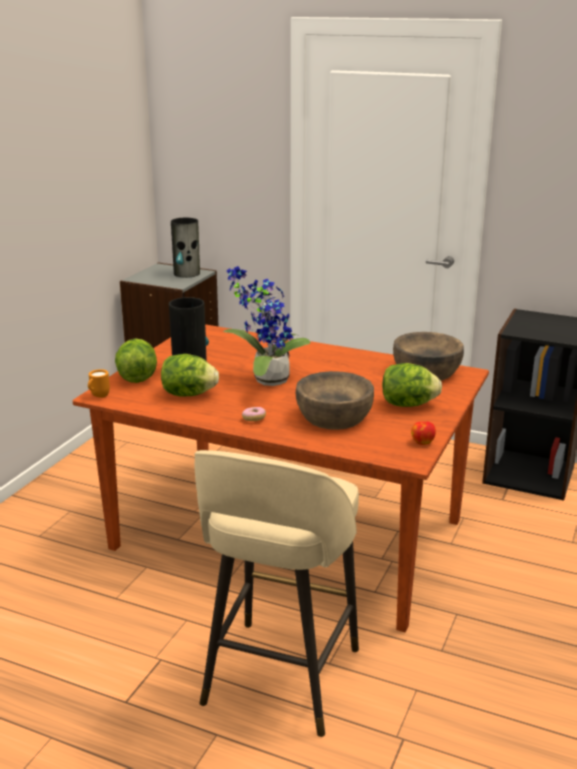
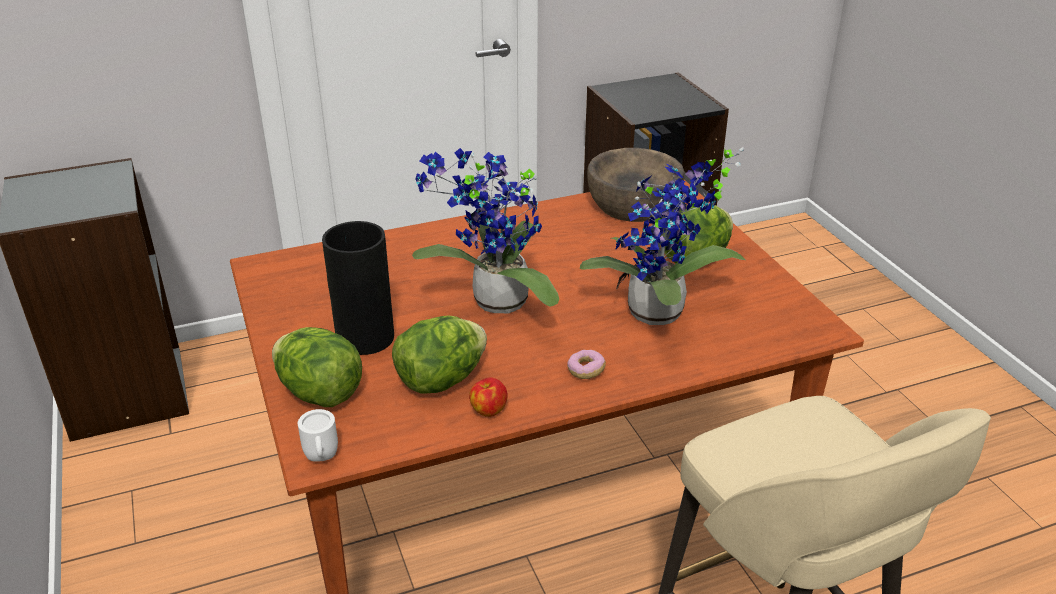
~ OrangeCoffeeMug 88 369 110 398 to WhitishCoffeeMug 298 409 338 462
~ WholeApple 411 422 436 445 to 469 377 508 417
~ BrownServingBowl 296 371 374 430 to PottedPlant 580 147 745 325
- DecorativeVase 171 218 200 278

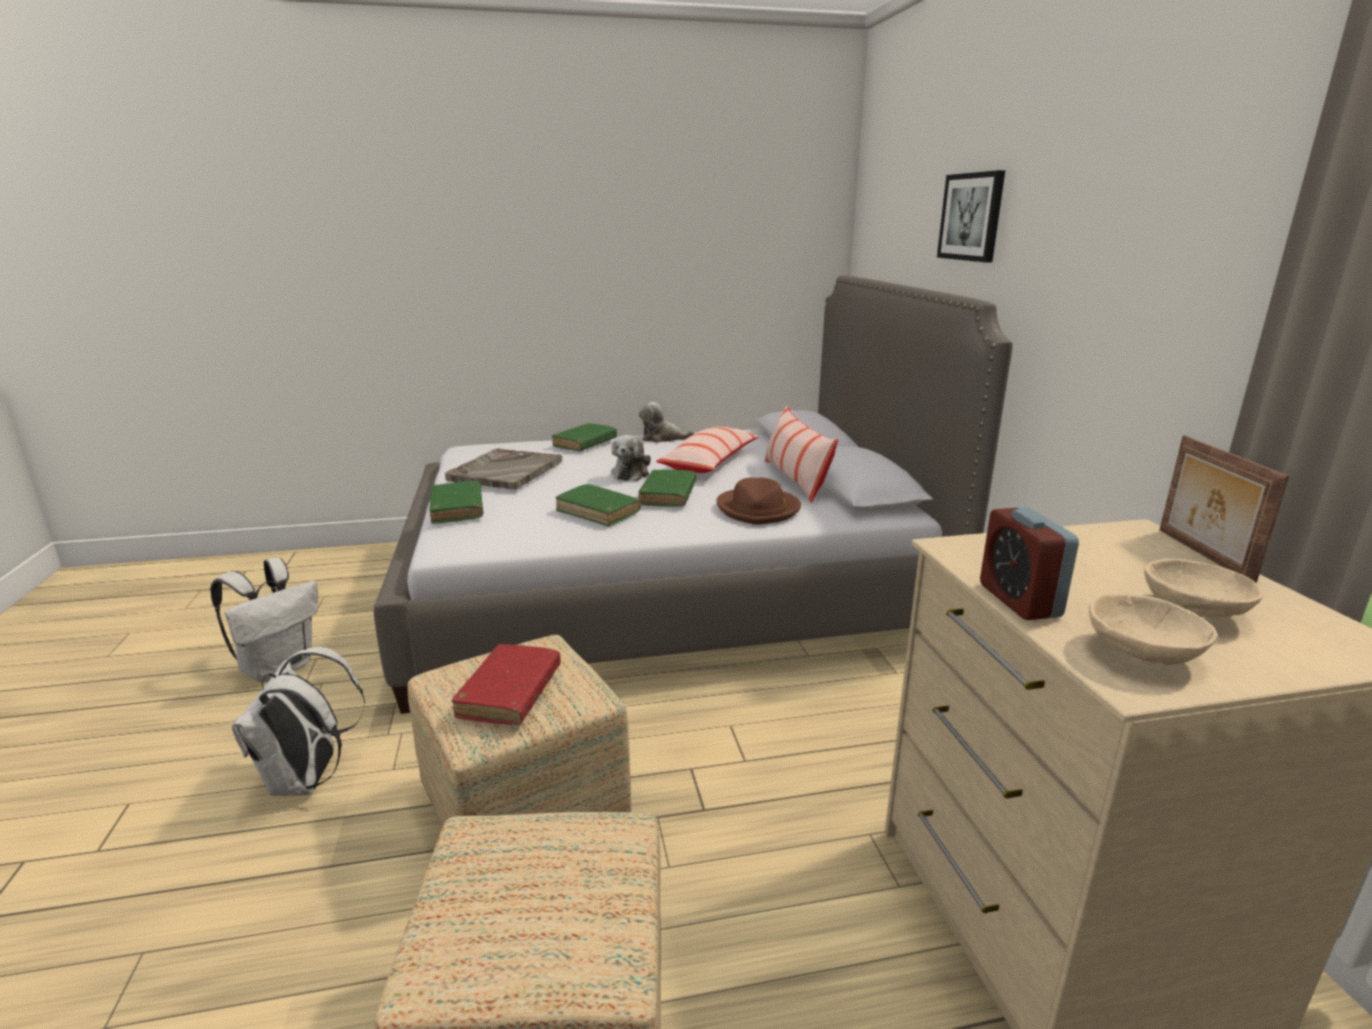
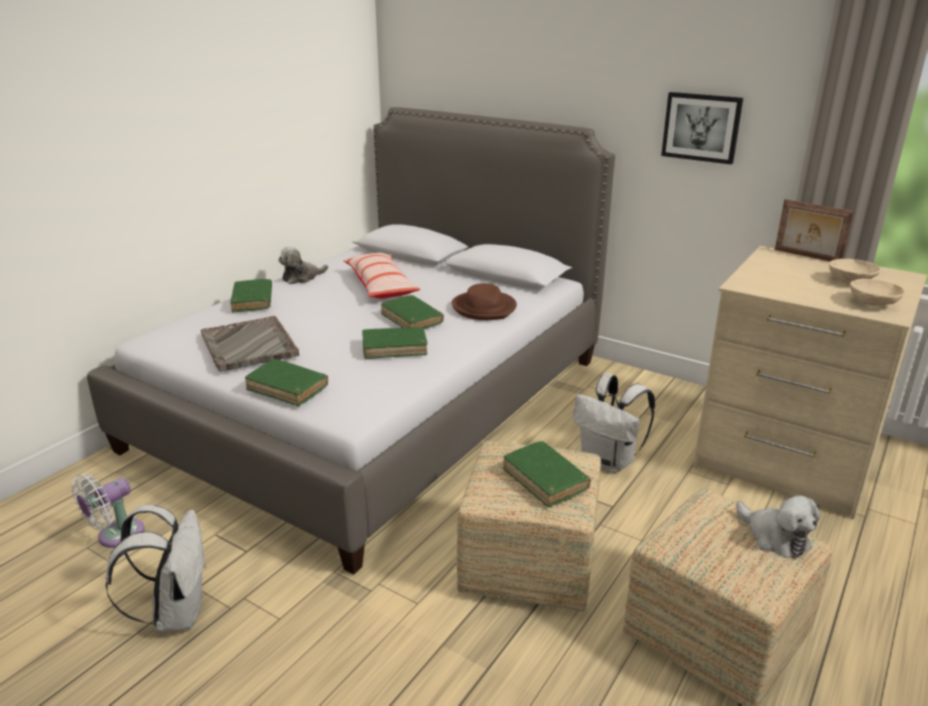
+ WhitishFan 71 474 145 548
~ RedVolume 451 644 561 725 to GreenishVolume 503 441 591 507
~ WhitishBackpack 232 647 365 796 to 573 373 655 473
~ WallPicture 937 170 1005 262 to 661 92 743 165
~ PlushToy 611 435 651 481 to 736 496 820 559
- Pillow 764 406 838 503
- TableClock 980 507 1079 620

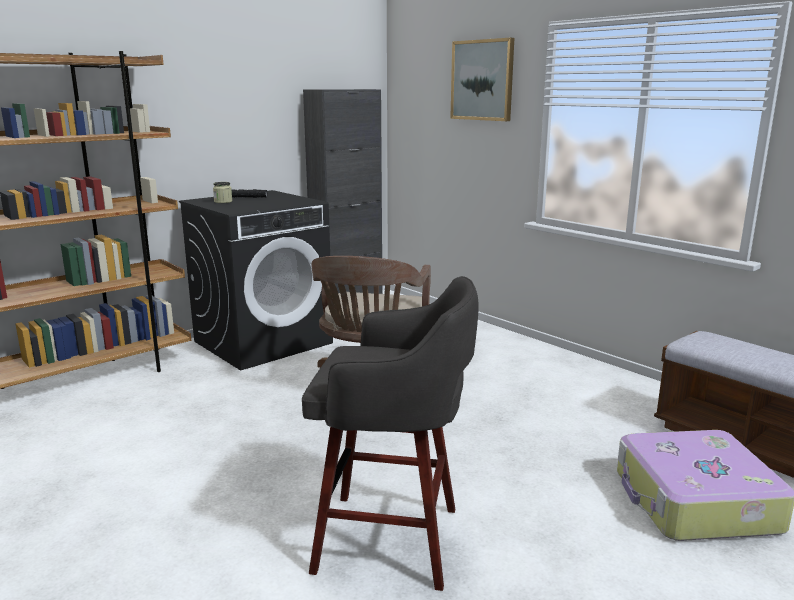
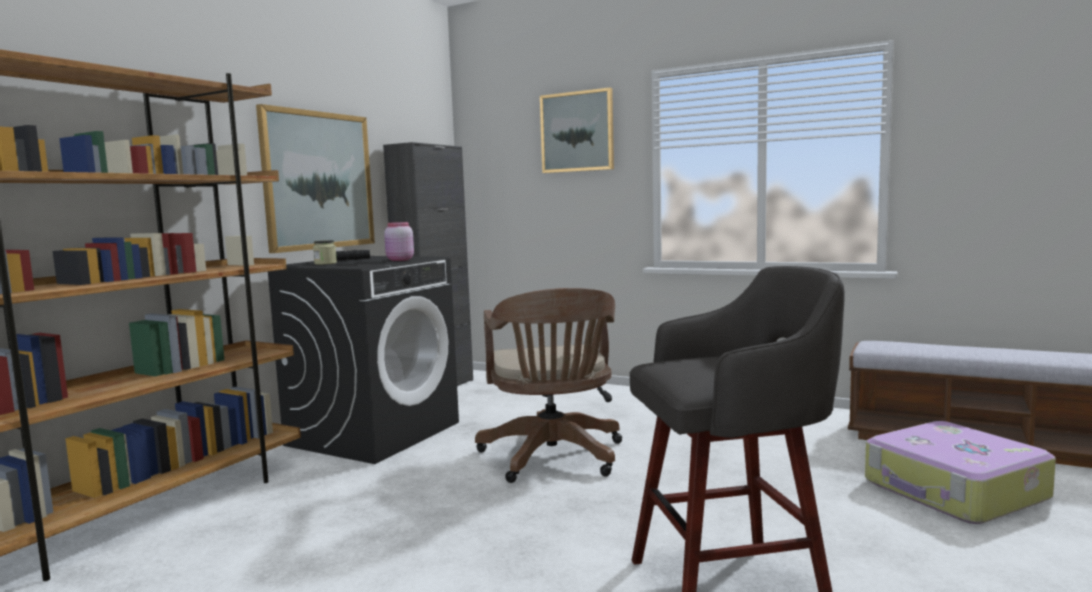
+ WallPicture 256 104 375 253
+ PinkishStorageJar 384 222 414 261

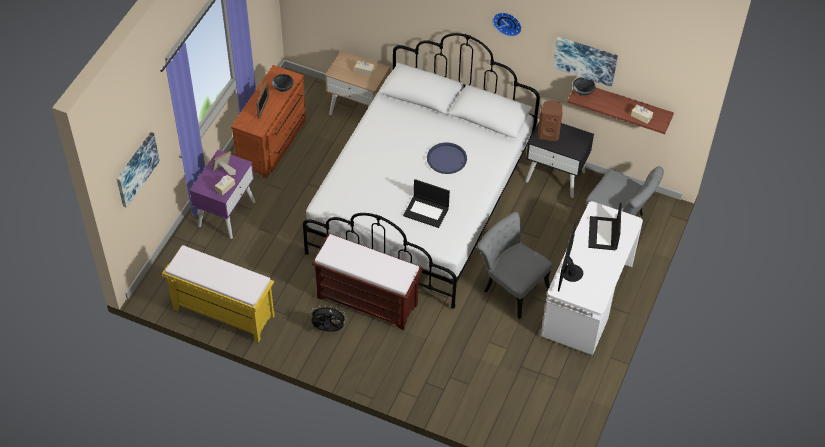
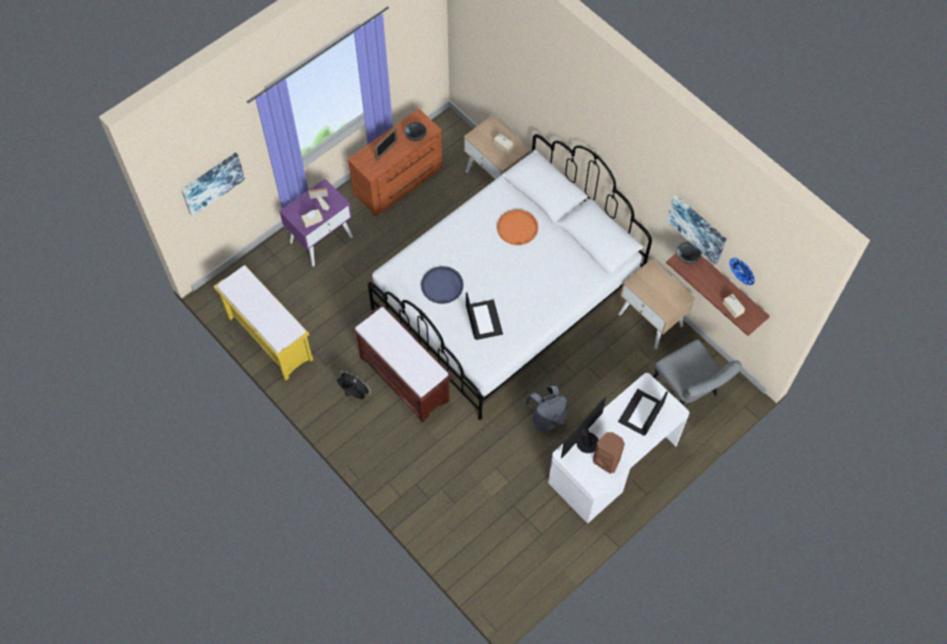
~ BlueColouredTray 427 142 467 174 to 421 266 464 304
~ NotebookComputer 403 179 450 228 = 466 292 503 340 150 degrees counterclockwise
+ OrangeTray 497 209 538 245
~ GreyUprightChair 477 212 553 319 to GreyBackpack 525 386 567 433
~ BrownSpeaker 537 101 562 142 to 593 432 625 474
~ BlackNightstand 526 122 594 198 to SandColouredNightstand 618 259 695 349
~ WallClock 493 12 522 36 to 729 258 755 286

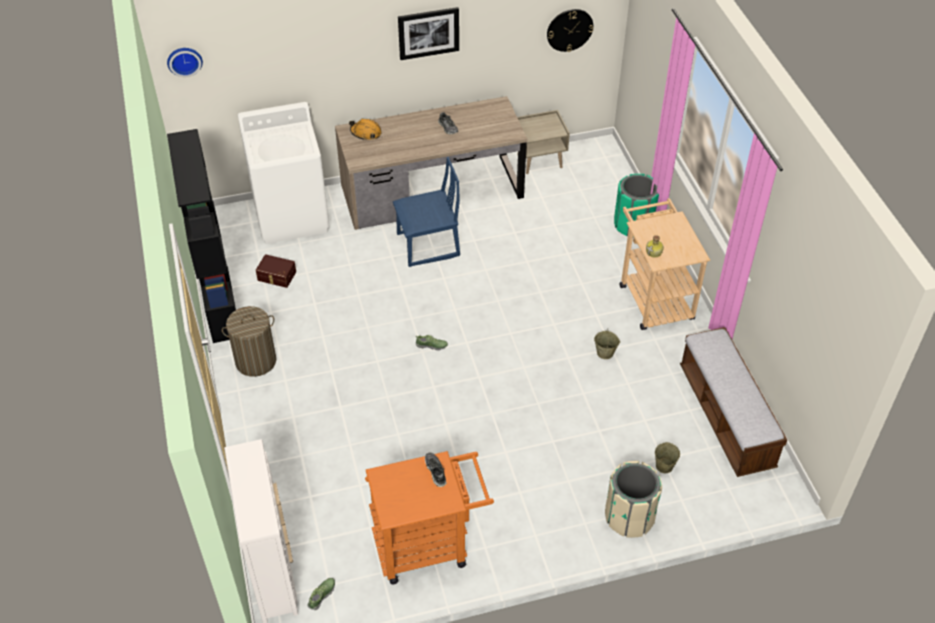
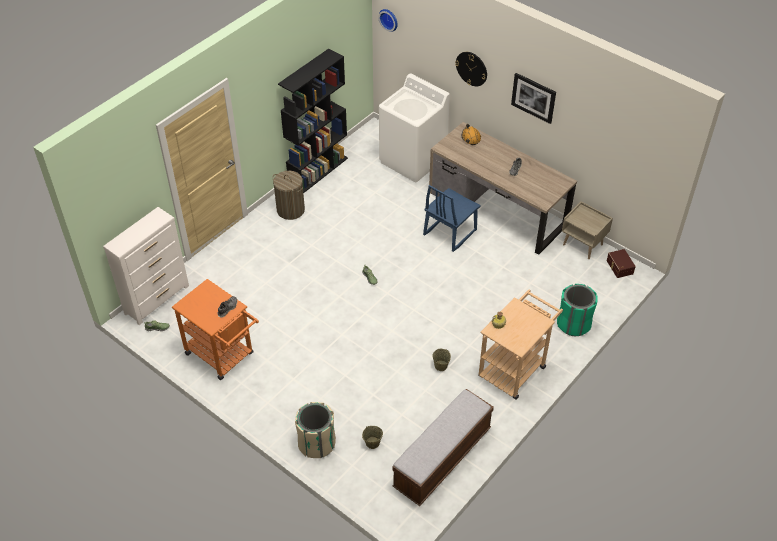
~ BlueColouredUprightChair 393 157 460 267 = 423 185 481 252 90 degrees clockwise
~ WallClock 547 9 593 52 to 455 52 487 86
~ BrownStorageContainer 256 254 296 288 to 607 249 636 278

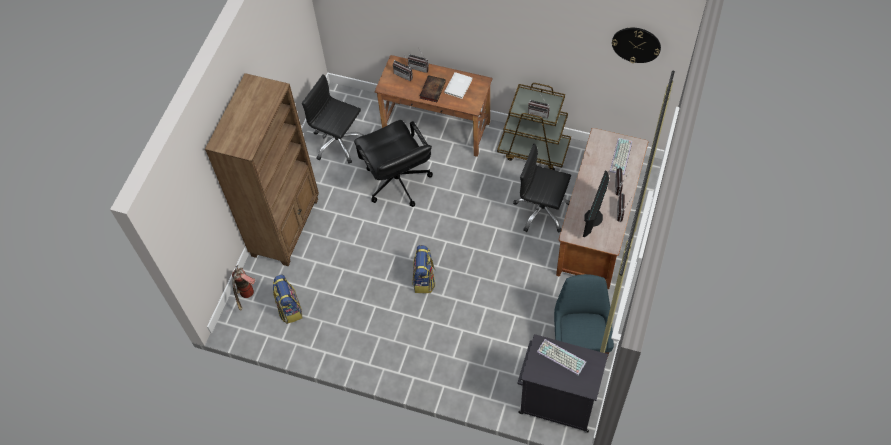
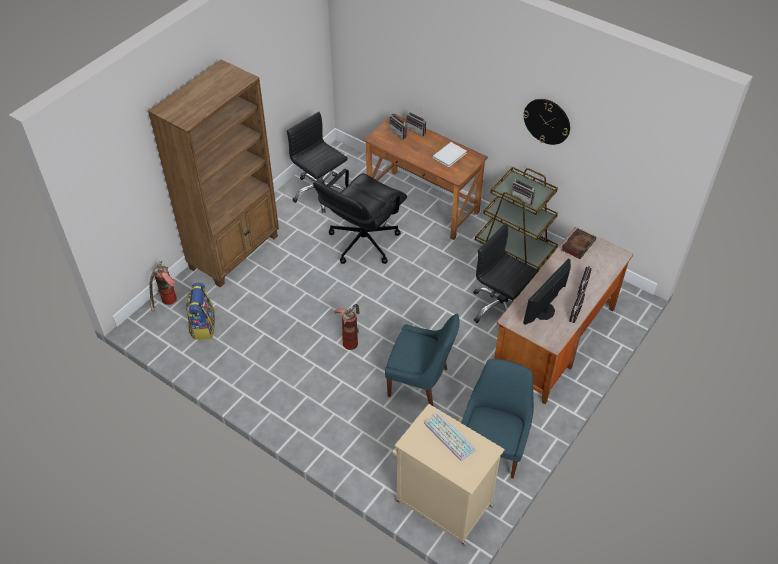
~ BlackComputerChair 354 120 433 207 = 313 169 407 264 45 degrees clockwise
~ Backpack 412 245 436 293 to FireFightingCylinder 333 304 360 350
+ BlueColouredUprightChair 385 313 460 406
~ BlackStorageCabinet 517 334 608 433 to SandColouredStorageCabinet 392 404 505 546
~ WallClock 612 28 661 63 to 523 99 570 145
~ Volume 420 75 446 102 to 561 228 596 259
- PcKeyboard 610 138 632 175

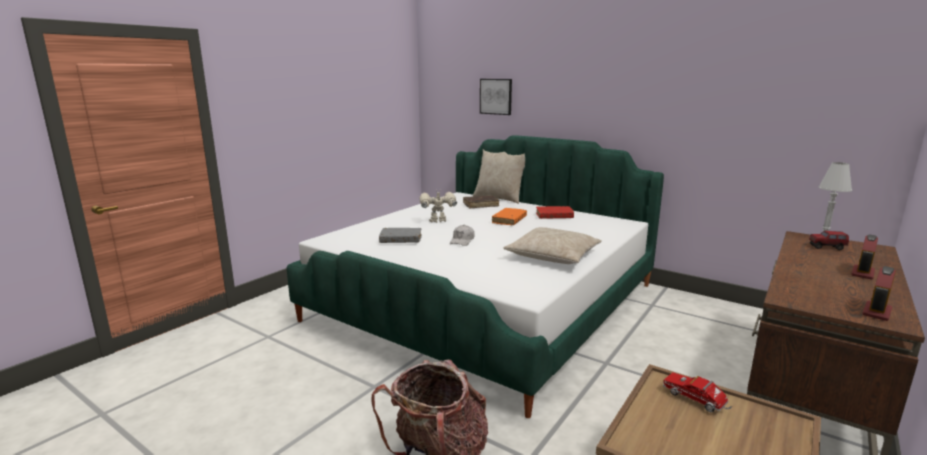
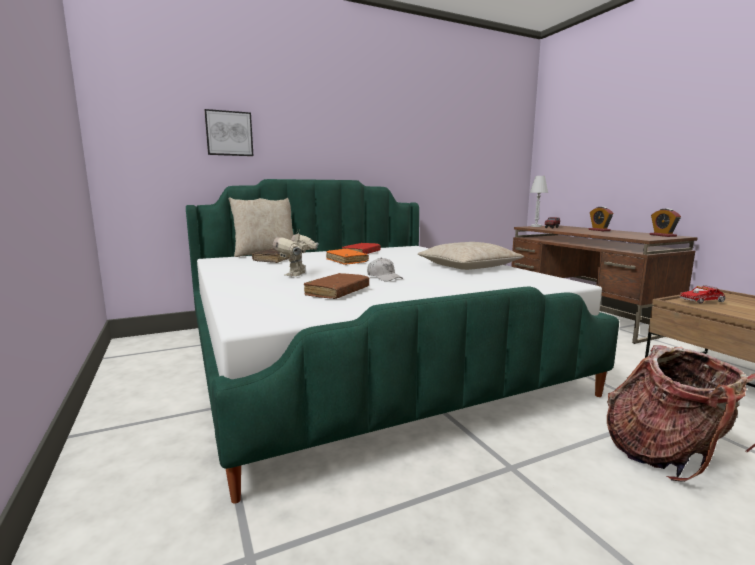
~ GreyVolume 379 228 422 243 to BrownVolume 304 273 369 299

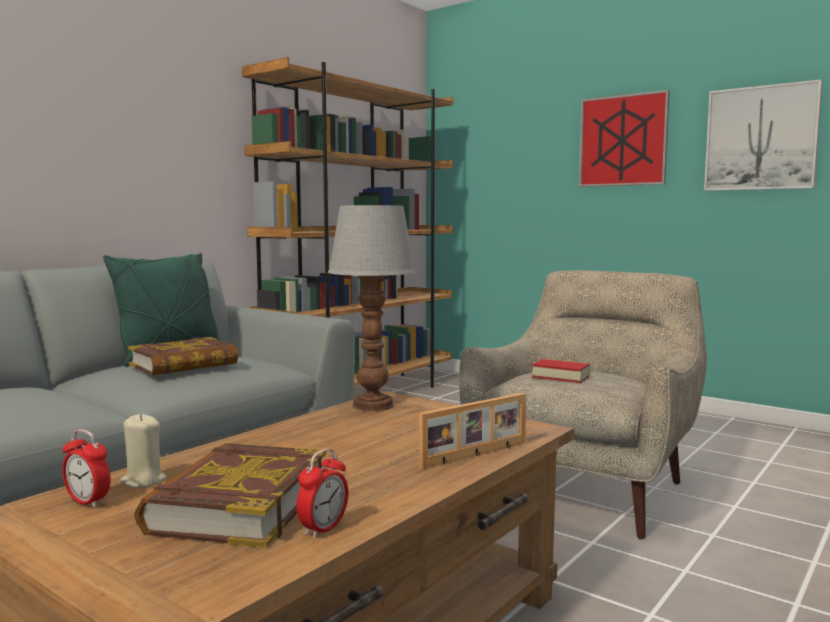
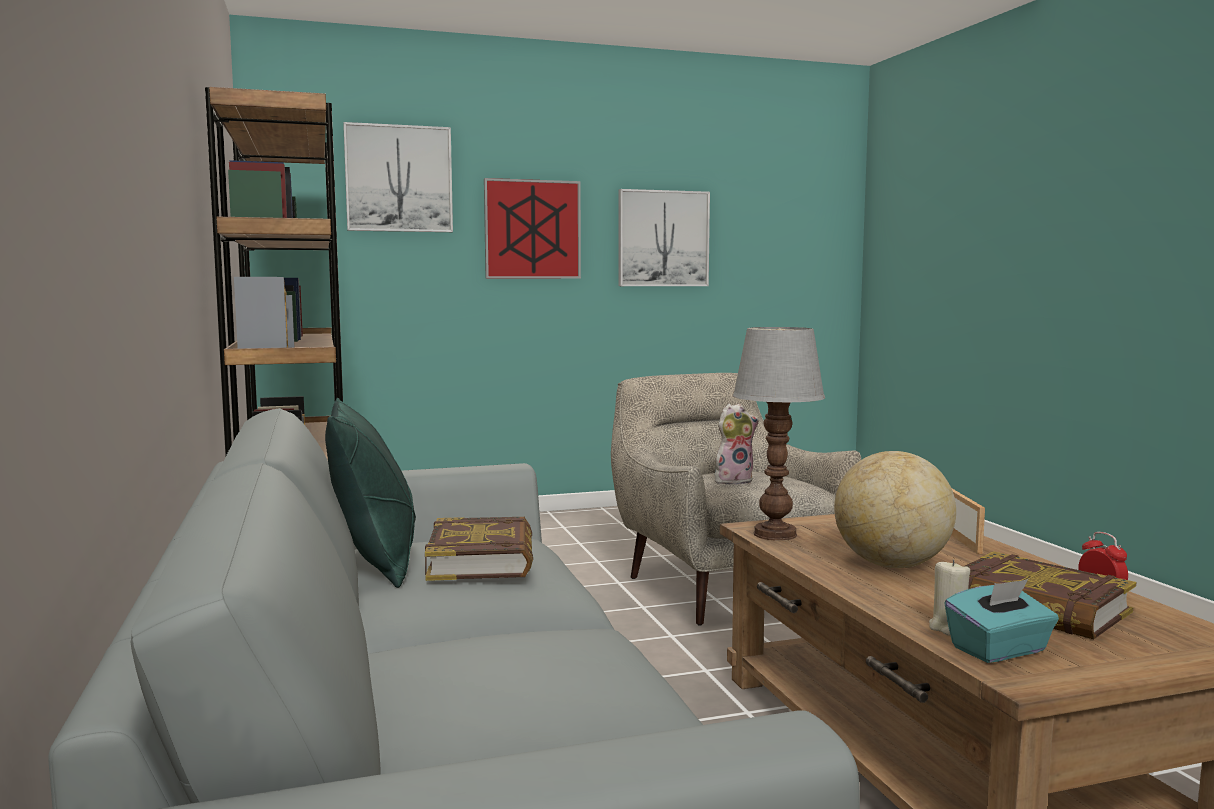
+ WallPicture 343 122 453 232
~ Volume 532 359 590 383 to PlushToy 715 404 759 485
+ WorldGlobe 834 451 956 568
~ TableClock 62 429 111 508 to TurquoiseColouredTissueHolder 944 579 1059 663

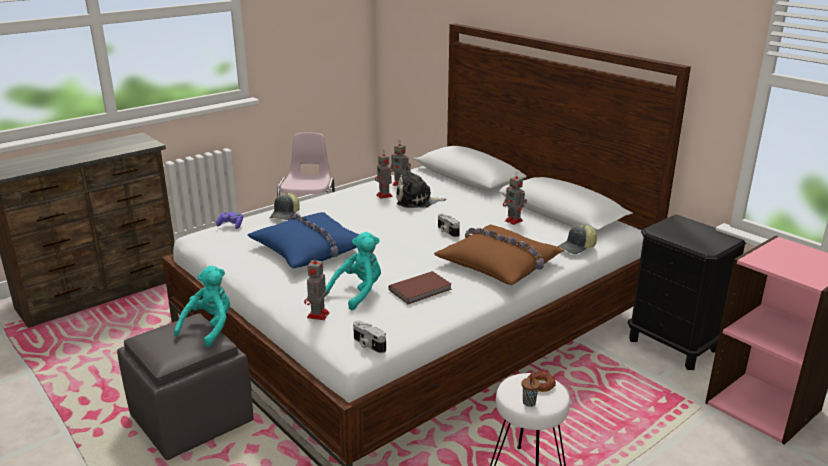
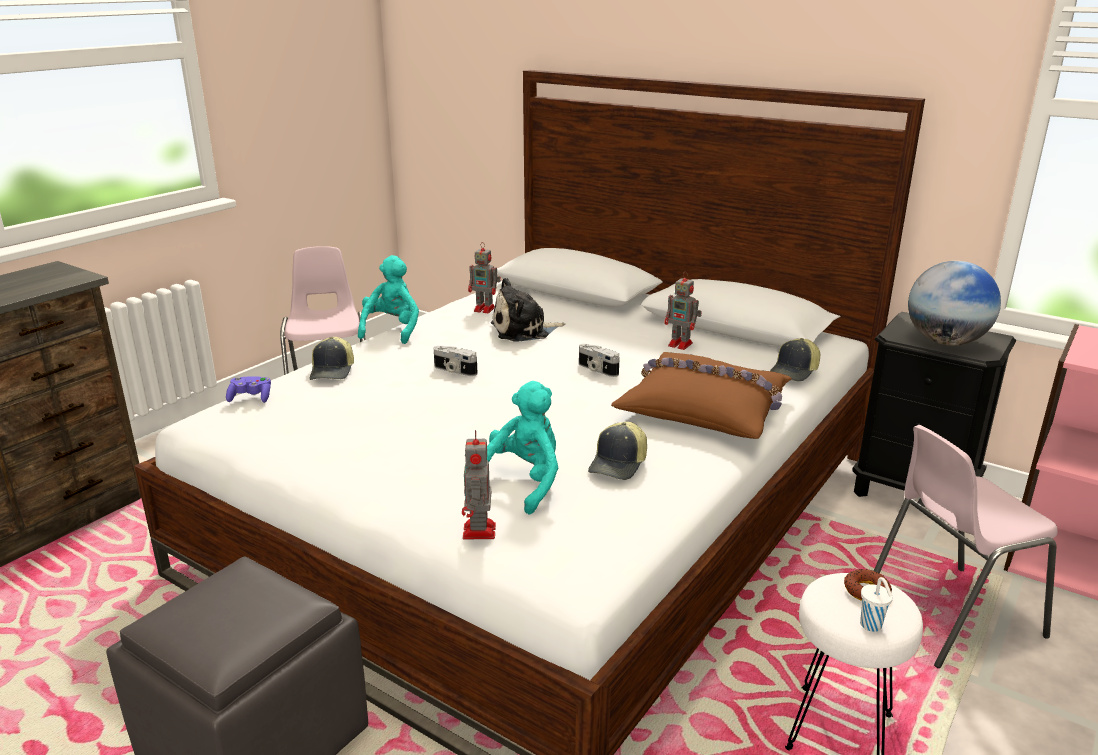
~ TurquoiseColouredPlushToy 174 266 230 347 to 358 255 419 344
~ StillCamera 353 321 386 353 to 434 346 478 376
~ BrownVolume 389 271 452 304 to PeakedCap 588 422 647 480
~ BrownDrinkingCup 522 373 540 407 to WhitishDrinkingCup 860 577 893 632
+ PinkishUprightChair 874 425 1058 668
+ WorldGlobe 908 261 1001 345
- BlueColouredPillow 248 212 359 268
- RobotFigure 375 153 393 199

